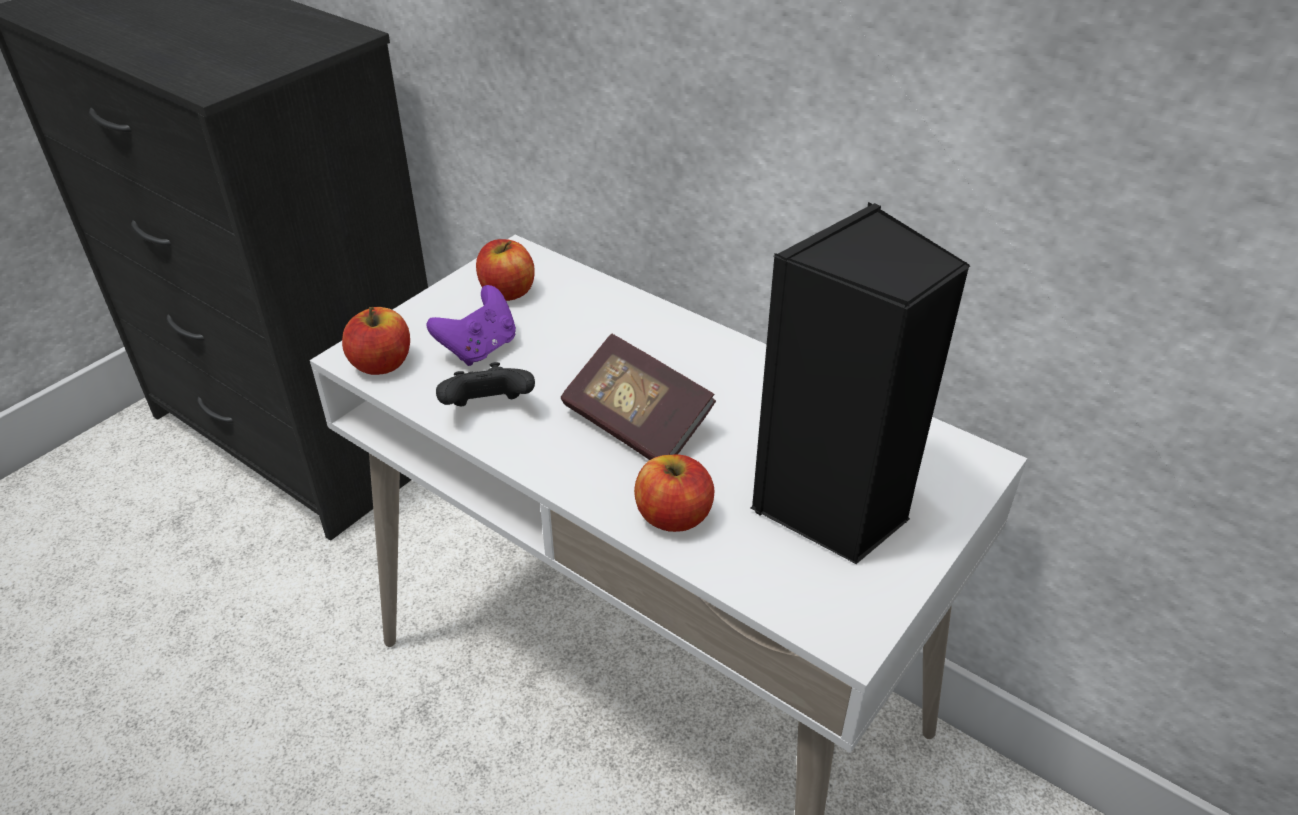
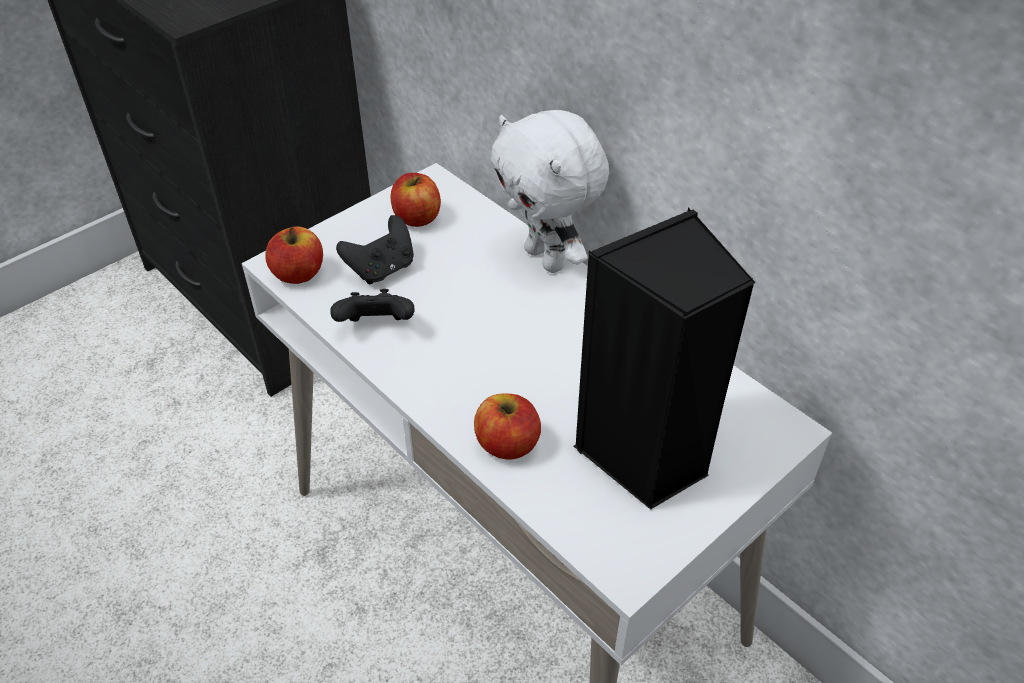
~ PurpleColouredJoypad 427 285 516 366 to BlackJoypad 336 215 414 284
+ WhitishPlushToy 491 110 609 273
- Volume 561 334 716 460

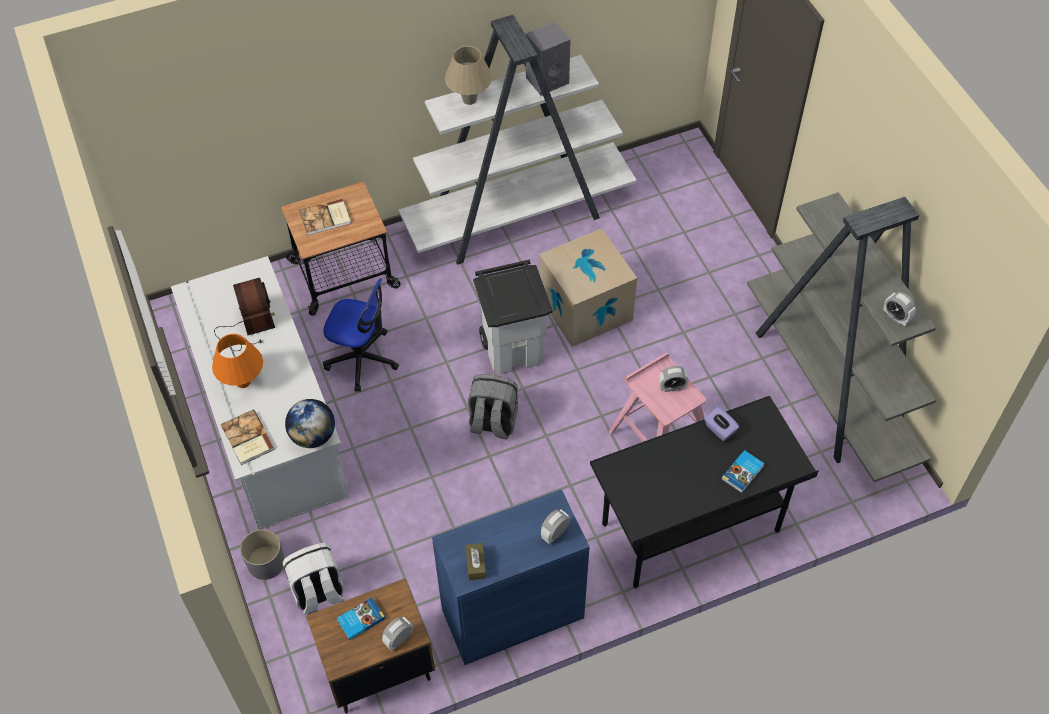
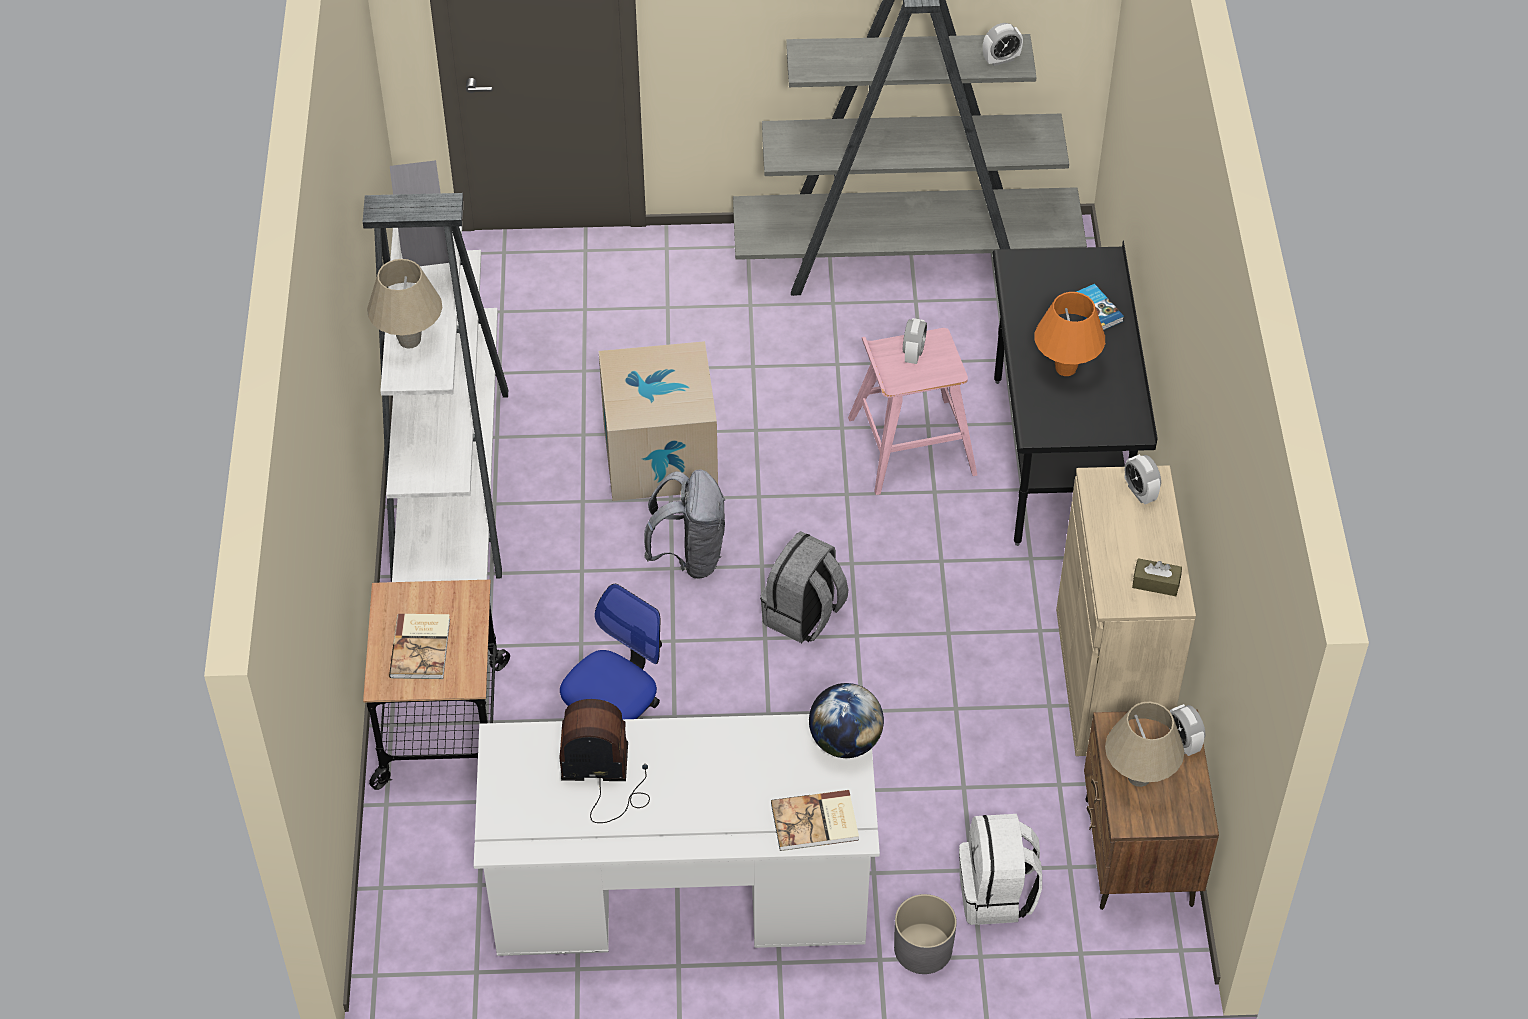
~ WhitishTrashCan 473 260 553 374 to GreyBackpack 644 470 725 579
~ OrangeLampForATable 212 334 263 388 to 1035 292 1105 376
~ BlueColouredStorageCabinet 432 489 590 665 to SandColouredStorageCabinet 1056 465 1196 756
~ Volume 336 597 385 640 to SandColouredLampForATable 1105 702 1184 787
- PurpleColouredTissueHolder 704 406 739 441

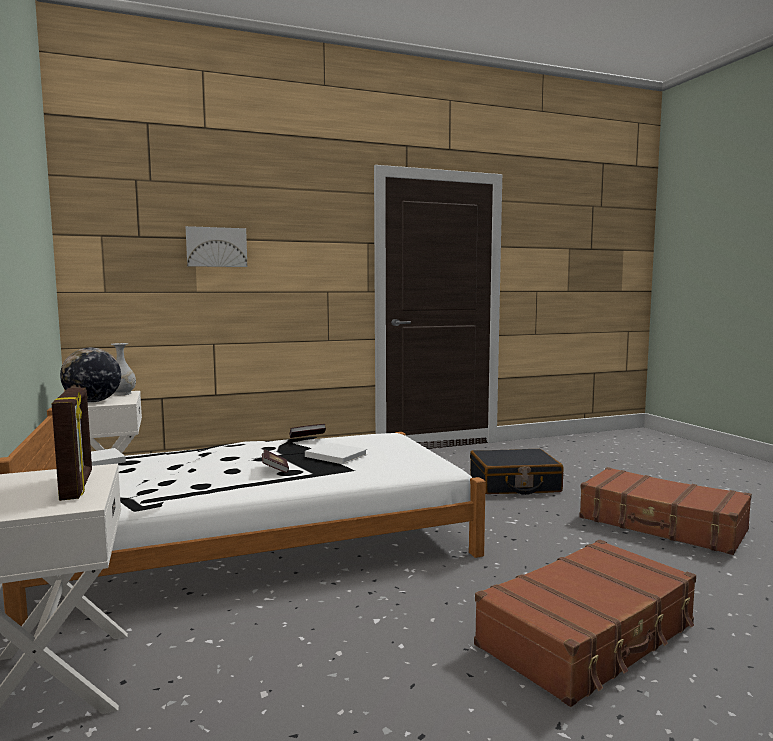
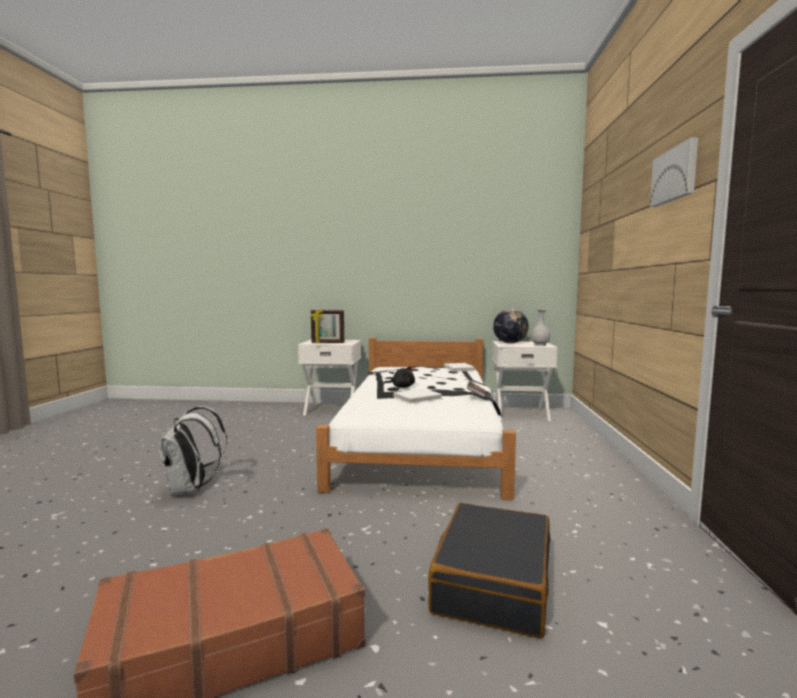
~ BrownPieceOfLuggage 474 539 696 707 to WhitishBackpack 159 406 227 496
~ Volume 262 449 289 473 to BlackPlushToy 383 366 415 388
~ WallPicture 186 226 247 267 to 650 137 698 207

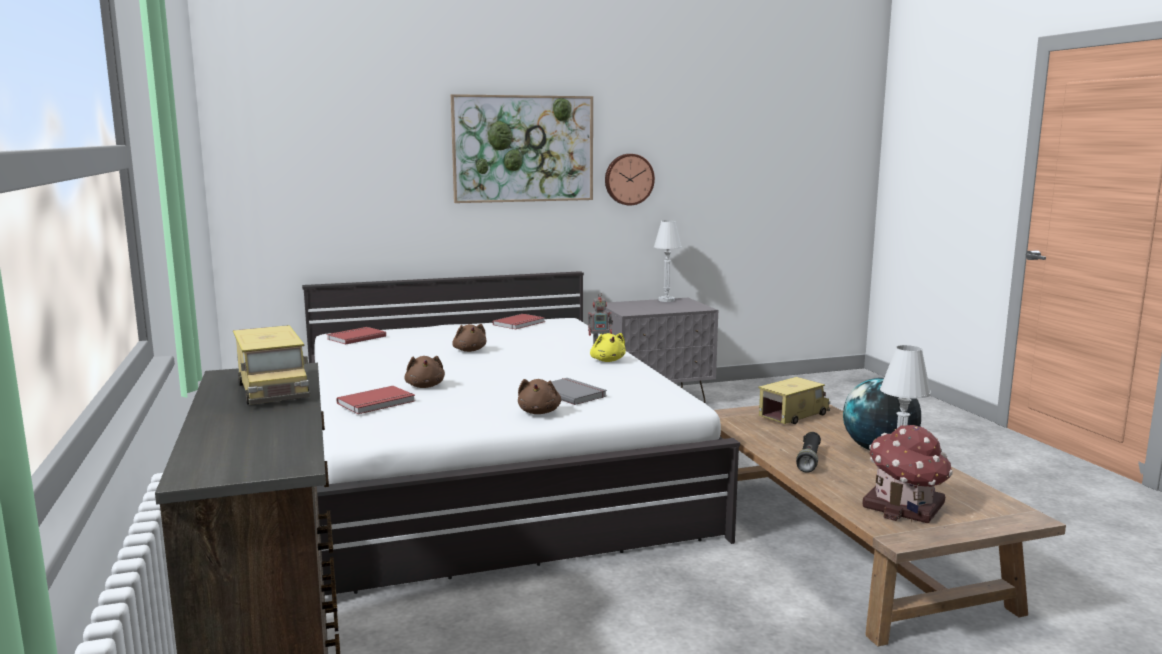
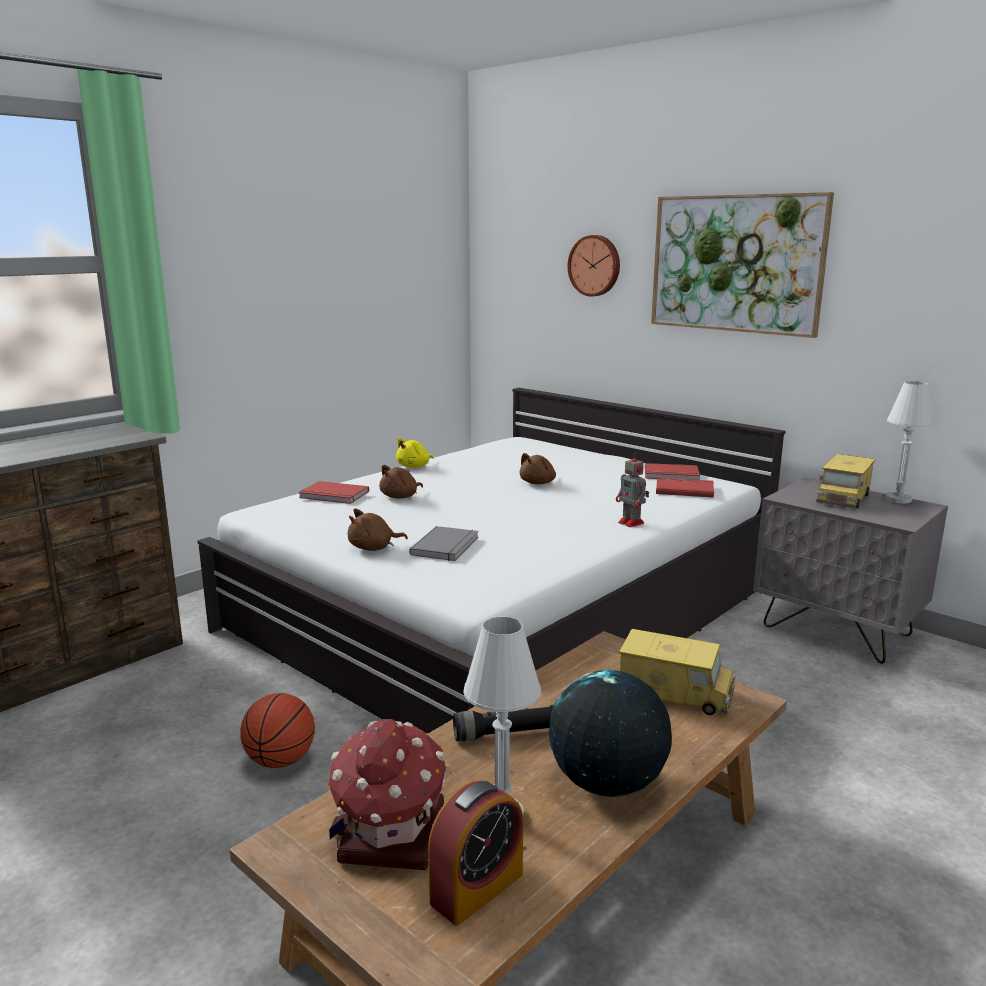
+ BallForBasketball 240 693 315 768
~ YellowColouredPlushToy 590 333 626 362 to 396 438 433 468
+ TableClock 428 780 523 926
~ WallClock 605 154 655 206 to 567 235 620 296
~ RedVolume 327 327 386 345 to 656 477 714 498
~ ModelTruck 233 325 310 405 to 816 454 875 509

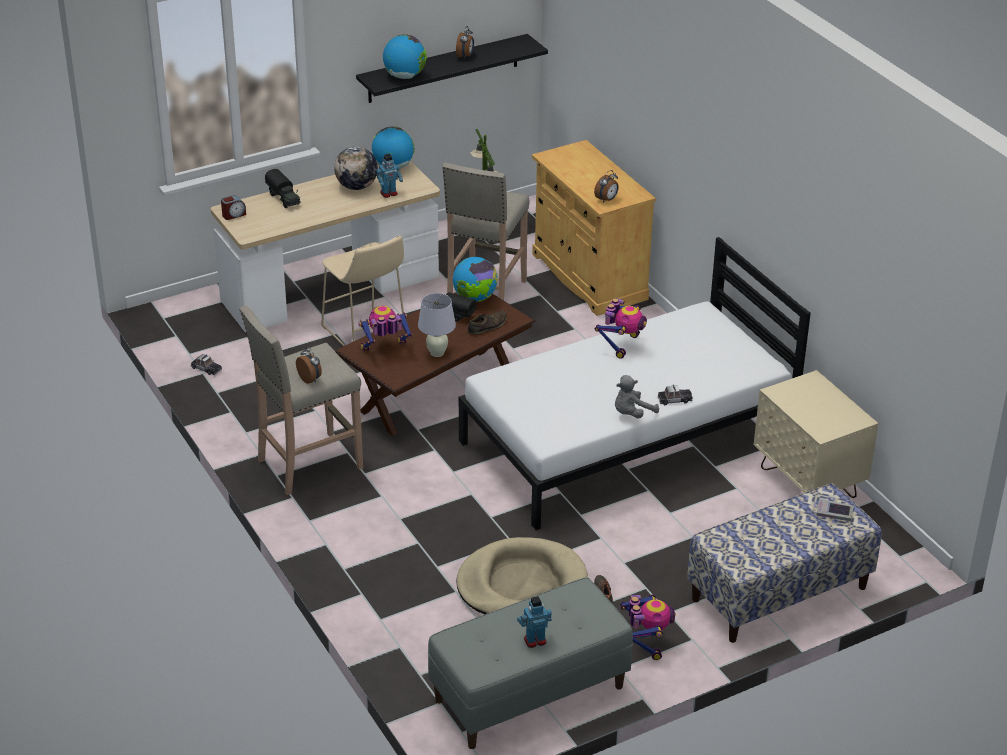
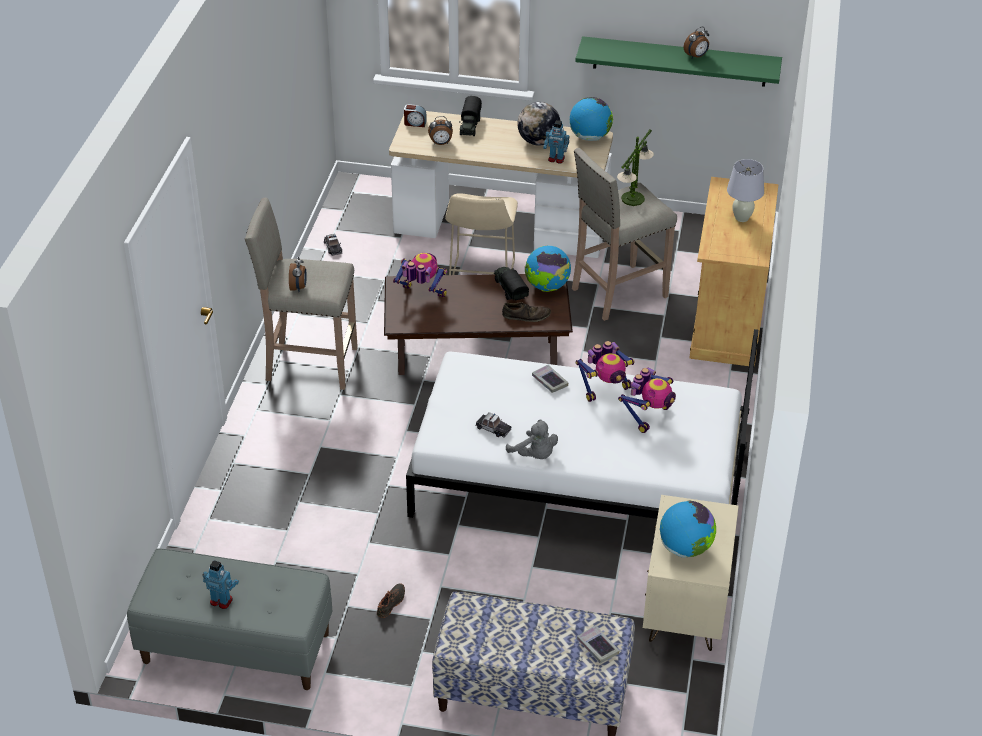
~ TableClock 594 170 619 203 to 428 116 453 145
~ ToyCar 658 384 693 405 to 476 412 512 437
~ GreyPlushToy 615 375 659 419 = 506 419 558 459 135 degrees counterclockwise
+ Volume 532 365 568 393
~ BlackWallShelf 356 34 548 103 to GreenishWallShelf 575 36 782 87
~ RobotFigure 620 595 676 660 to 618 367 676 433
~ WorldGlobe 383 34 427 79 to 660 500 716 558
~ WhitishLampForATable 418 293 456 357 to 727 159 764 222
- SandColouredPetBed 456 537 588 615

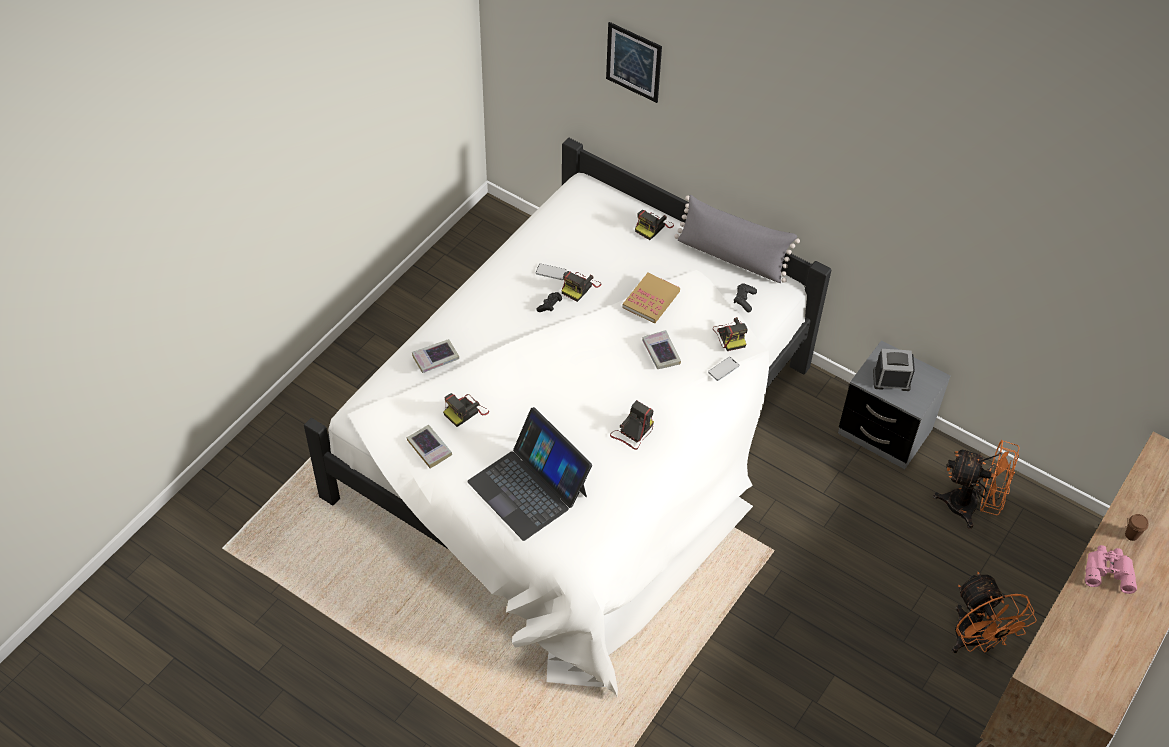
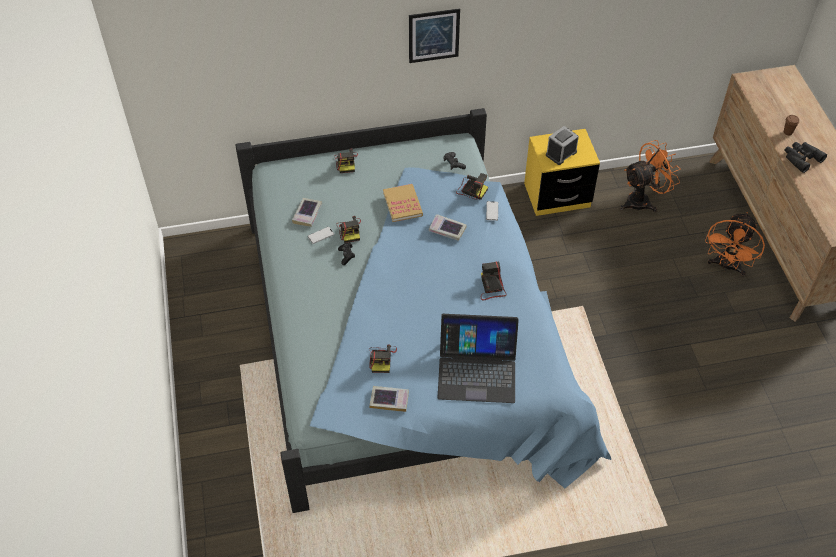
~ WhitishBedroomBed 304 138 831 697 to BlueColouredBedroomBed 236 108 611 513
~ Volume 412 339 459 373 to 292 198 322 227
~ WallPicture 606 22 662 103 to 409 8 460 63
~ GreyNightstand 838 340 950 469 to YellowColouredNightstand 524 129 600 216
~ OrangeFan 952 572 1037 653 = 705 212 765 276 90 degrees clockwise
~ PinkishFieldGlasses 1085 545 1137 594 to BlackFieldGlasses 784 142 827 173
- GreyPillow 674 195 800 283

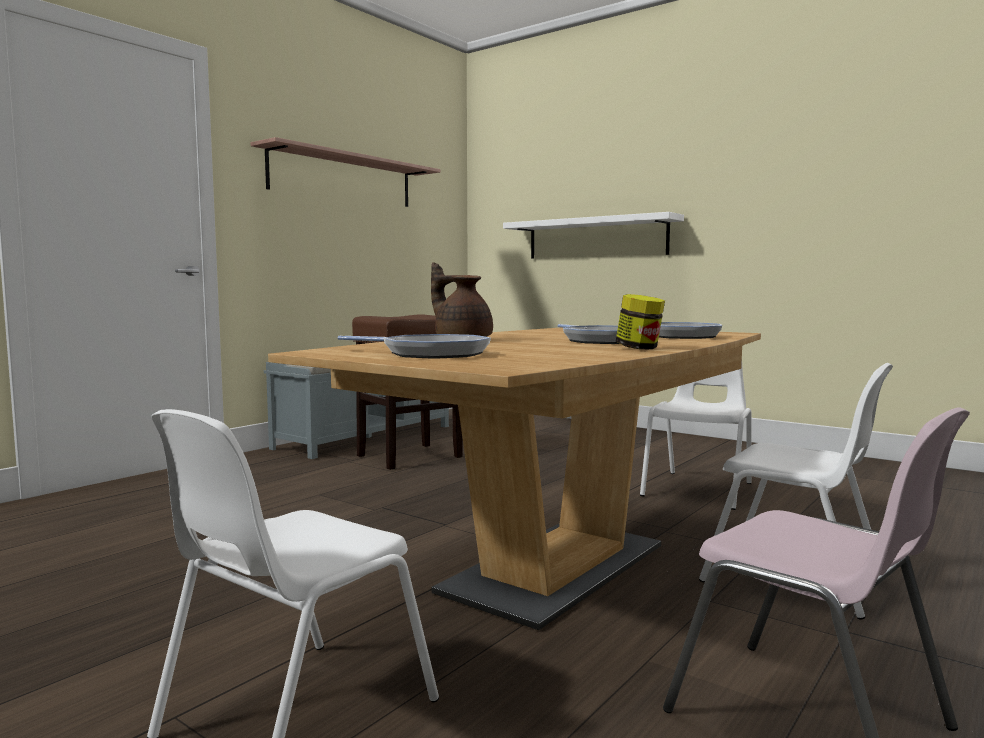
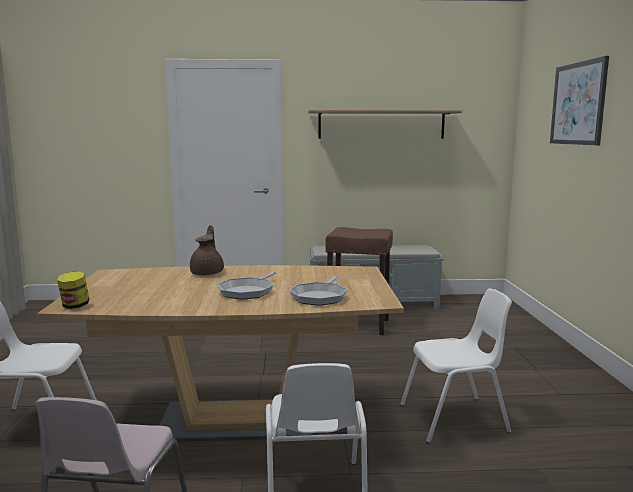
~ StorageJar 616 294 665 349 to 57 271 89 309
+ WallPicture 550 56 609 145
- FryingPan 337 334 491 359
- WhitishWallShelf 503 212 684 259

